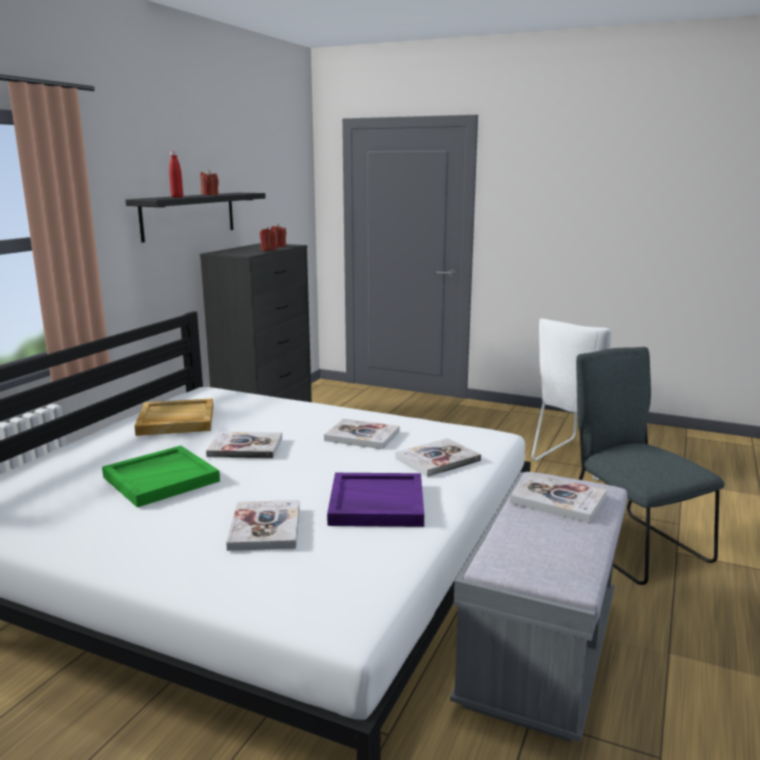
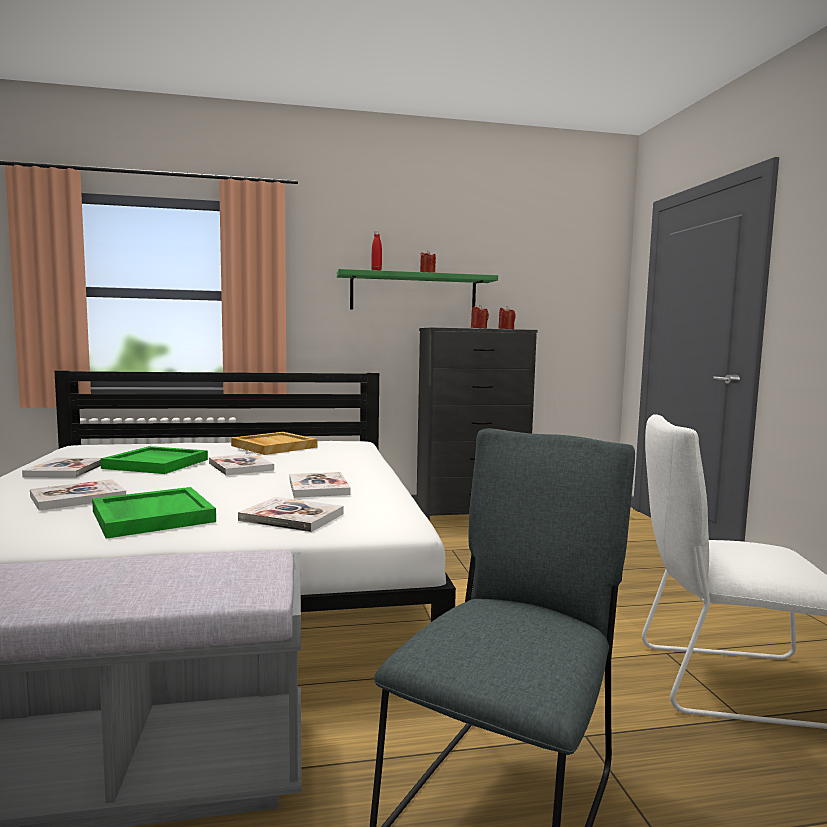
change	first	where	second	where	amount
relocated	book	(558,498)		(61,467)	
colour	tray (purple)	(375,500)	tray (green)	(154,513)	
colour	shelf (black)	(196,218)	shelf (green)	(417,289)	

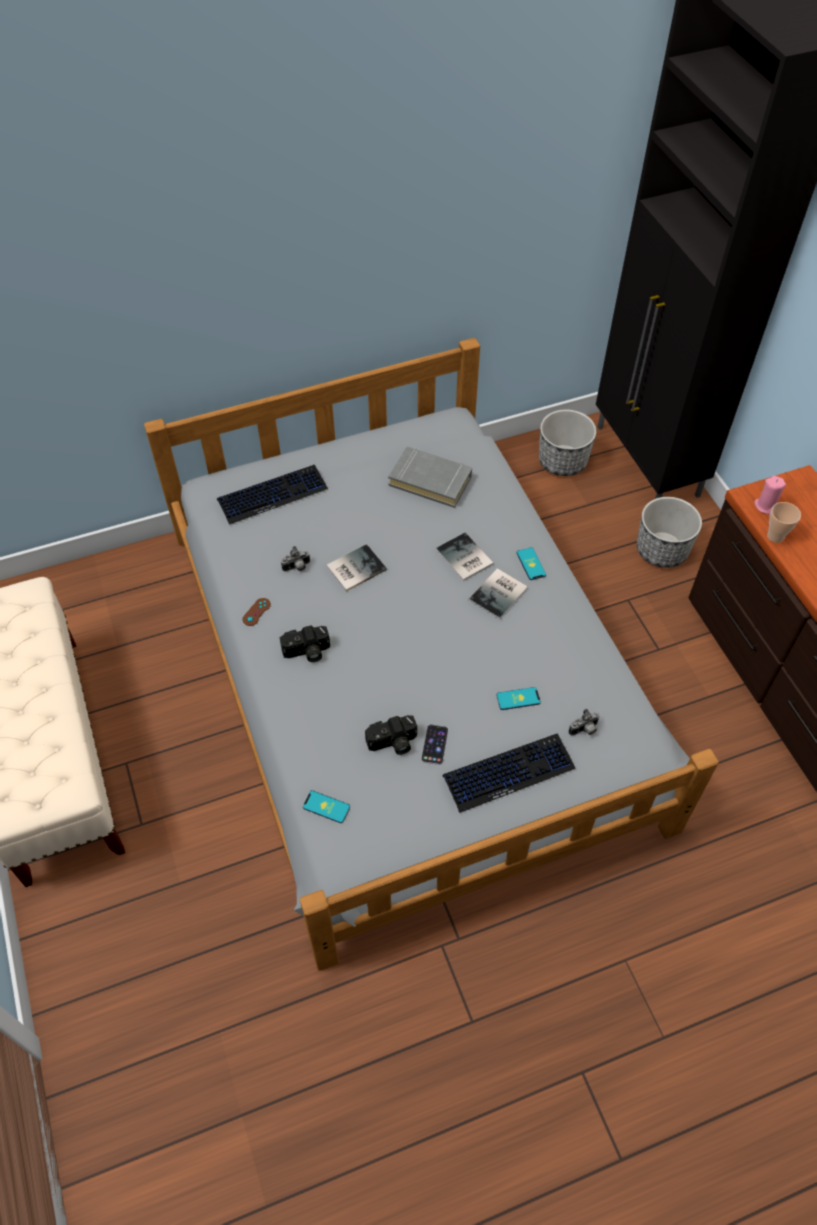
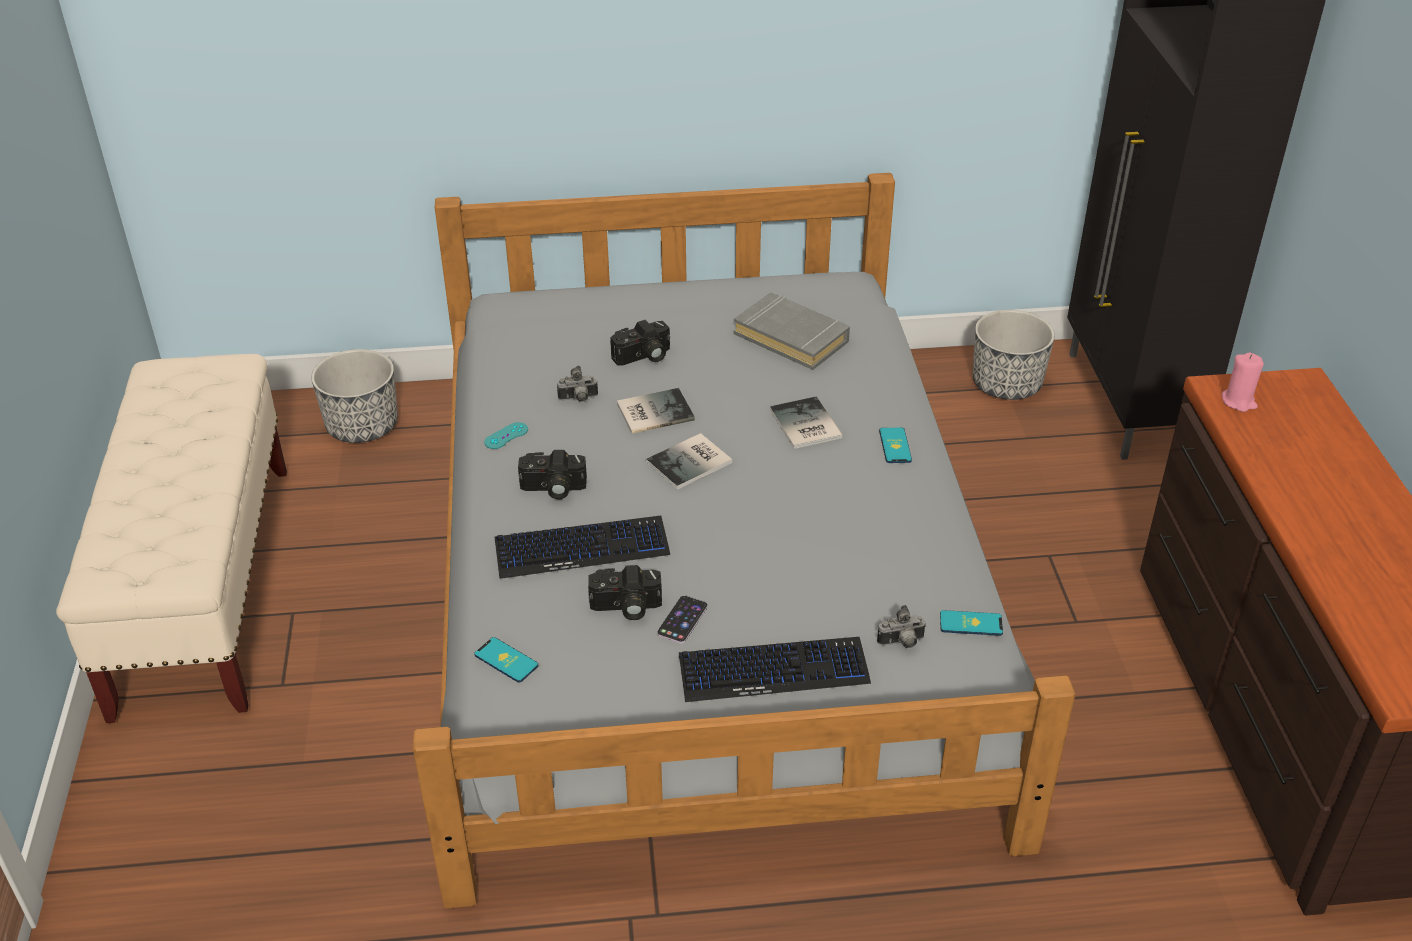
change	first	where	second	where	amount
relocated	planter	(669,532)		(354,396)	
colour	game controller (brown)	(256,612)	game controller (turquoise)	(506,435)	
relocated	keyboard	(272,495)		(582,547)	
appeared			photo camera	(640,342)	
relocated	book	(498,594)		(689,461)	
relocated	phone	(519,698)		(971,623)	
missing	cup	(784,522)			

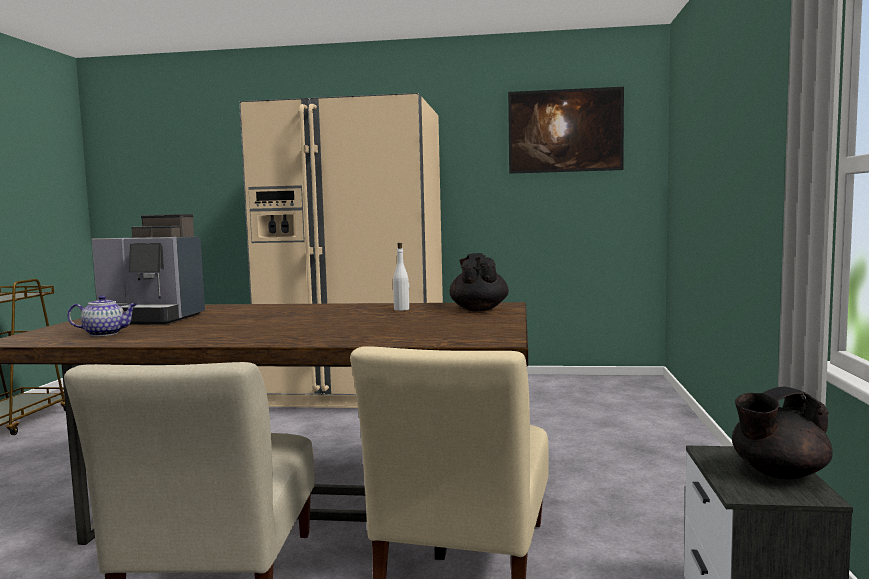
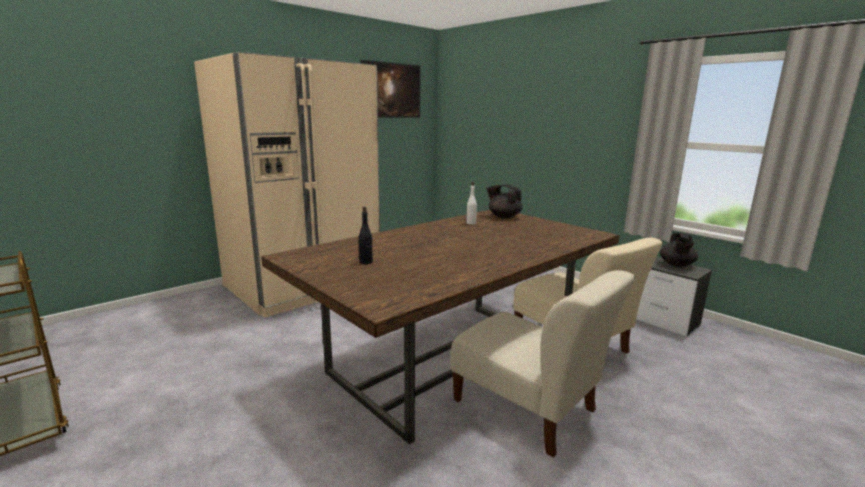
change	first	where	second	where	amount
exchanged	coffee machine	(148,269)	bottle (black)	(366,235)	
missing	teapot	(102,315)			

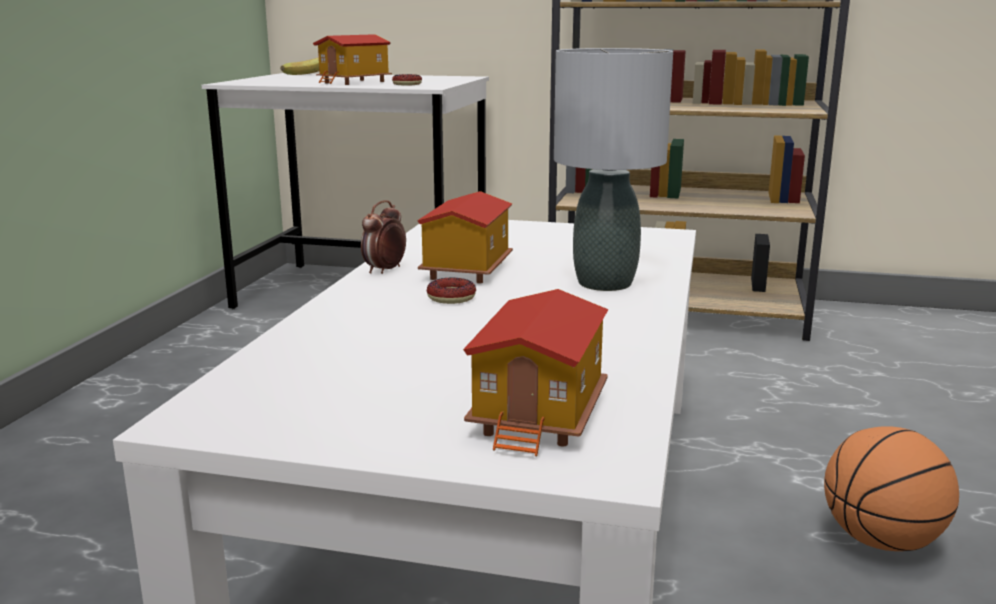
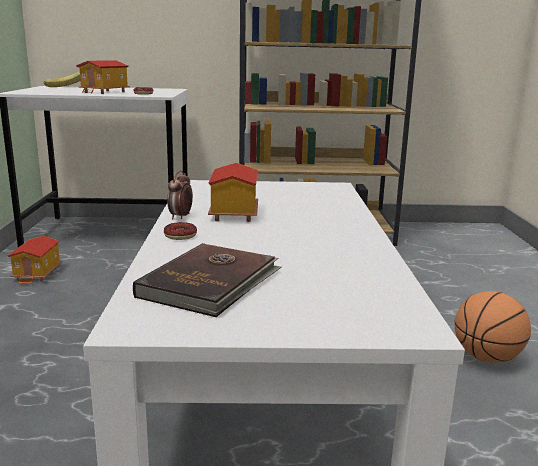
change	first	where	second	where	amount
relocated	toy house	(536,372)		(34,260)	
appeared			book (brown)	(207,280)	
relocated	donut	(451,291)		(180,231)	
missing	table lamp (grey)	(613,169)			

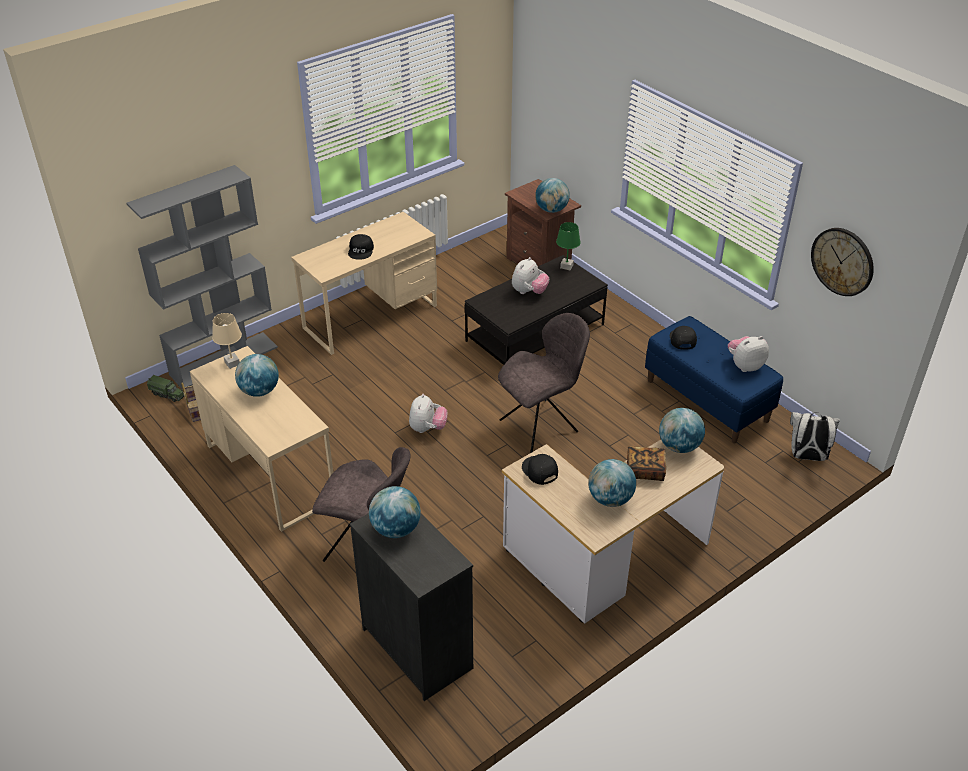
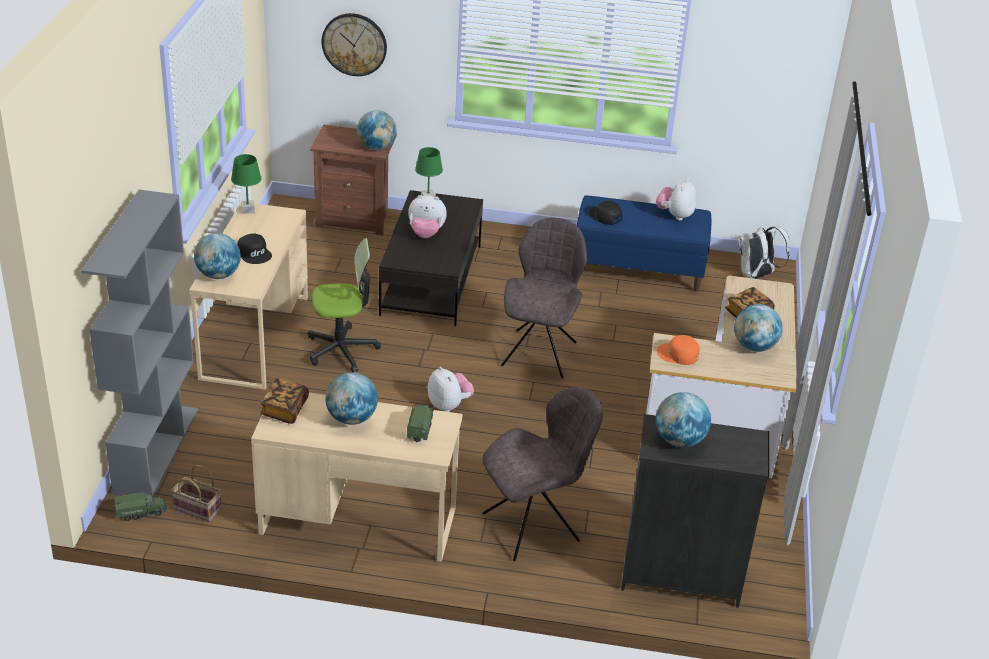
change	first	where	second	where	amount
relocated	globe	(682,430)		(217,256)	
appeared			table lamp (green)	(246,184)	
exchanged	table lamp (beige)	(227,341)	book	(284,401)	
appeared			office chair	(344,305)	
relocated	wall clock	(842,262)		(354,44)	
appeared			toy truck	(420,423)	
spun	plush toy	(530,275)		(427,216)	105 degrees clockwise
colour	cap (black)	(540,469)	cap (orange)	(678,350)	

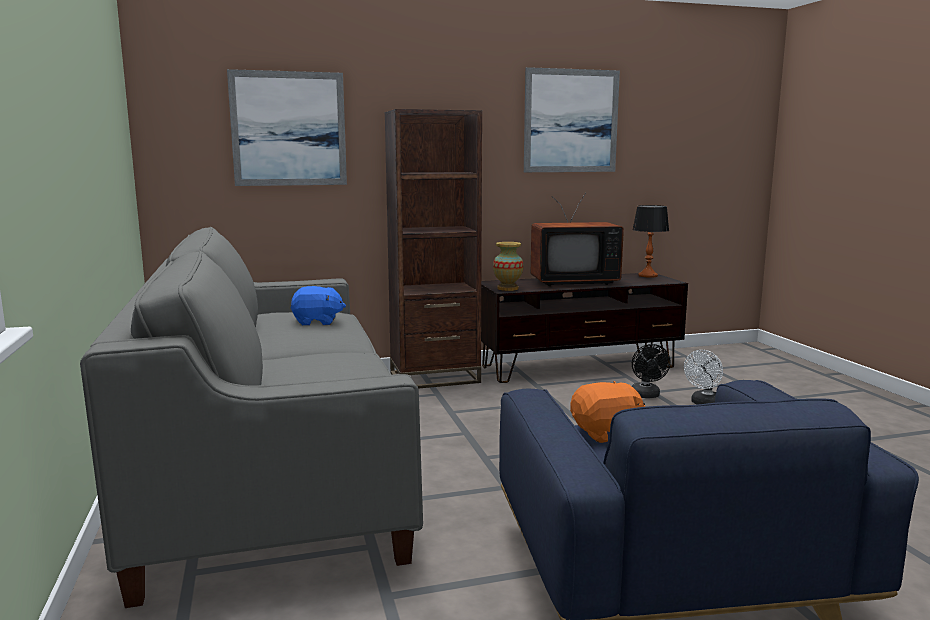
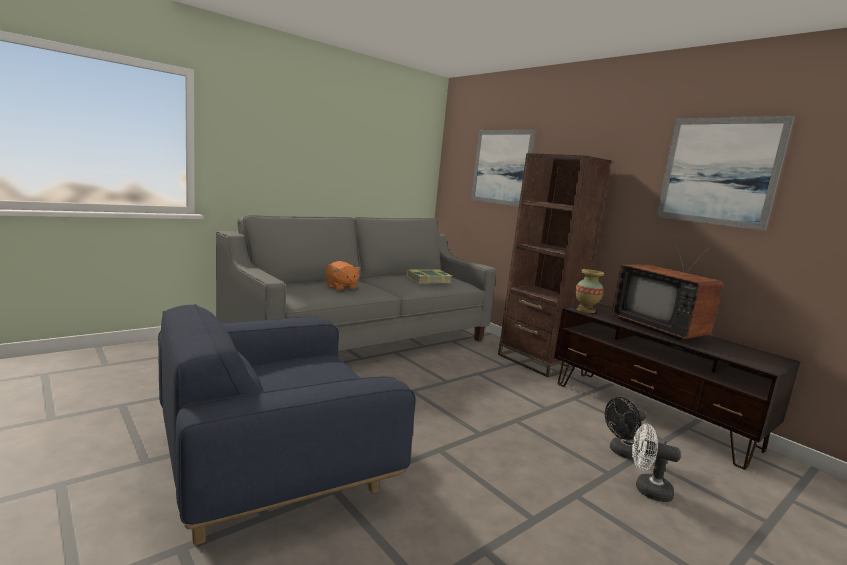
change	first	where	second	where	amount
relocated	plush toy (orange)	(607,412)		(343,276)	
exchanged	plush toy (blue)	(318,305)	book	(429,276)	
missing	table lamp	(650,241)			

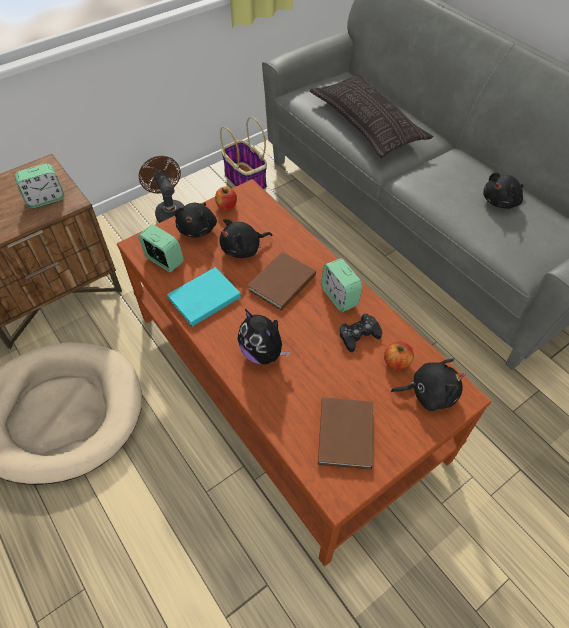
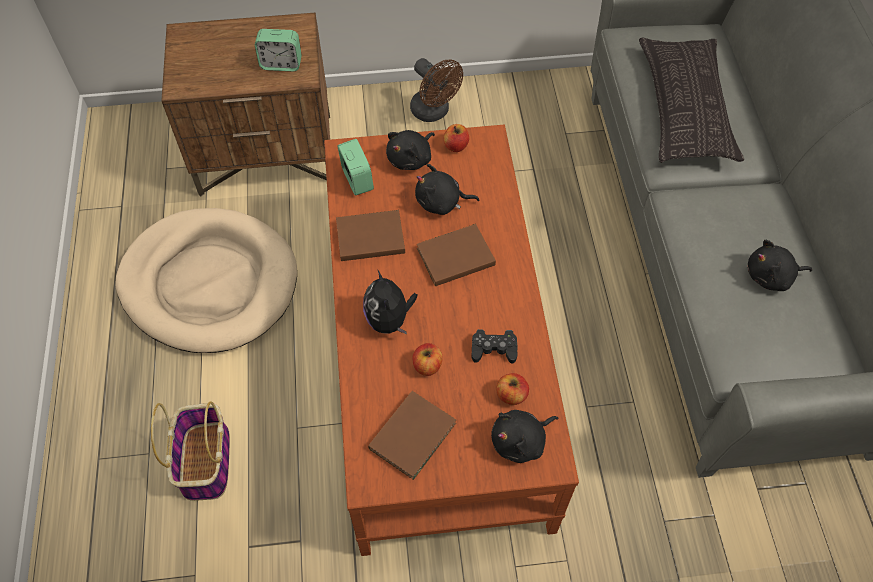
change	first	where	second	where	amount
relocated	basket	(243,153)		(190,451)	
colour	book (turquoise)	(204,297)	book (brown)	(370,235)	
spun	fan (brown)	(161,189)		(436,90)	135 degrees clockwise
appeared			apple	(427,359)	
spun	plush toy (black)	(428,384)		(524,436)	120 degrees clockwise
missing	alarm clock	(342,285)			

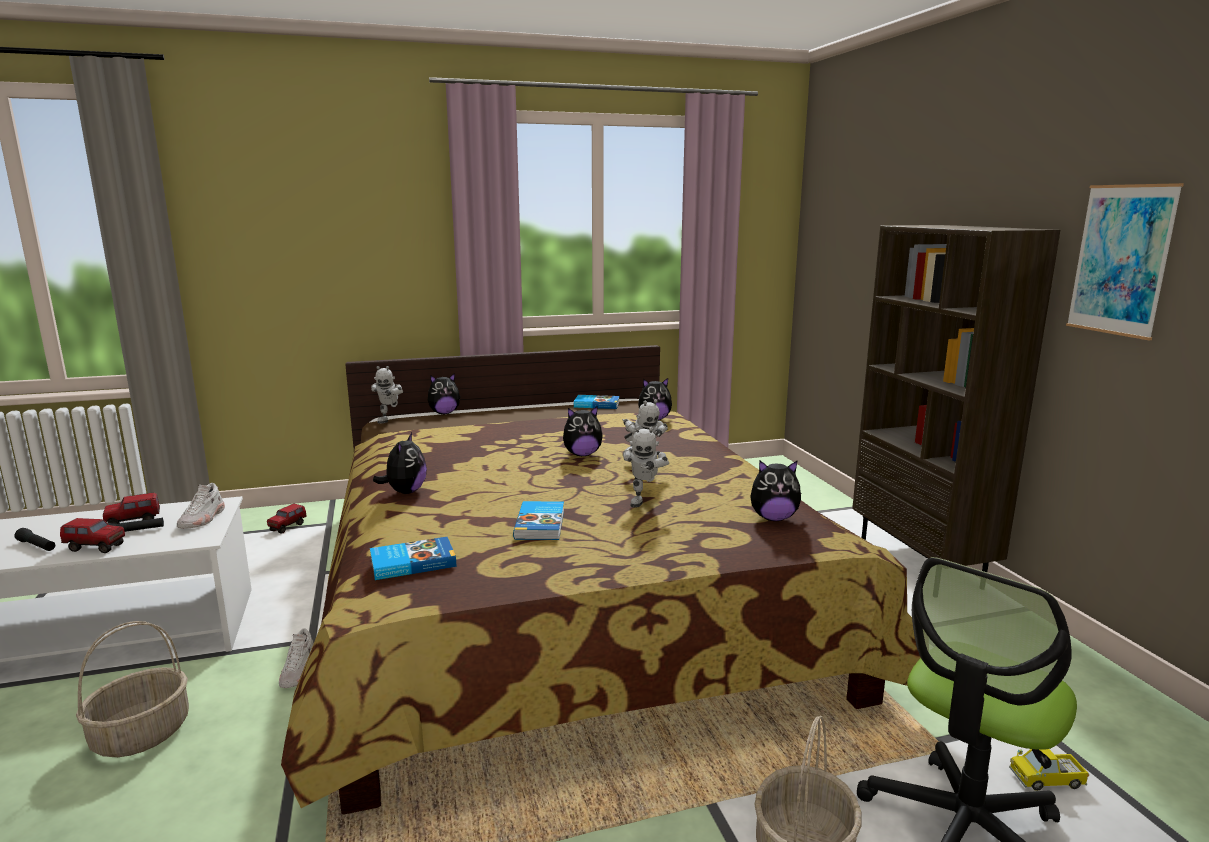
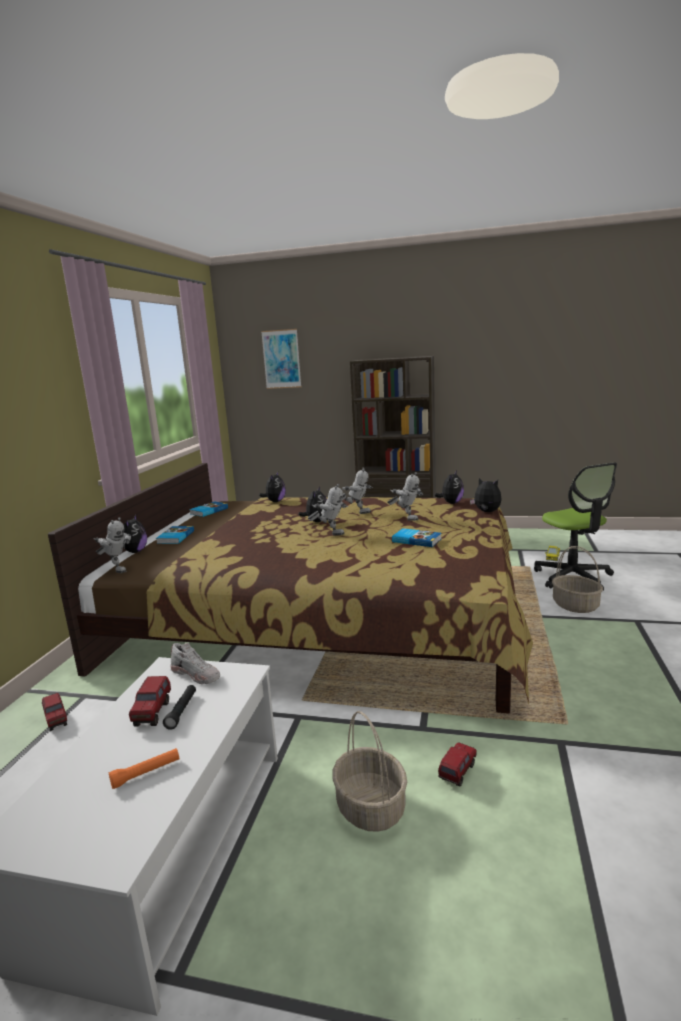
change	first	where	second	where	amount
colour	flashlight (black)	(34,539)	flashlight (orange)	(144,768)	
relocated	book	(413,558)		(175,535)	
relocated	picture	(1125,261)		(281,359)	
appeared			toy robot	(328,509)	
relocated	toy truck	(92,535)		(457,764)	
relocated	plush toy	(400,463)		(486,495)	
missing	shoe (white)	(296,658)			

